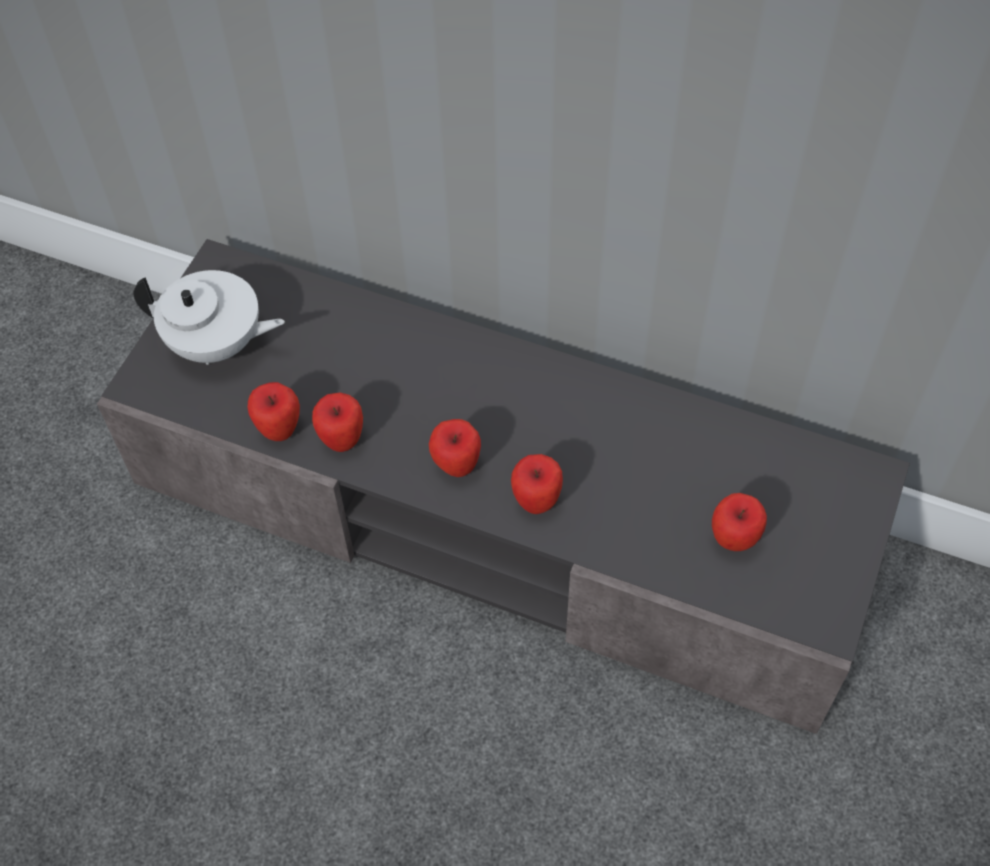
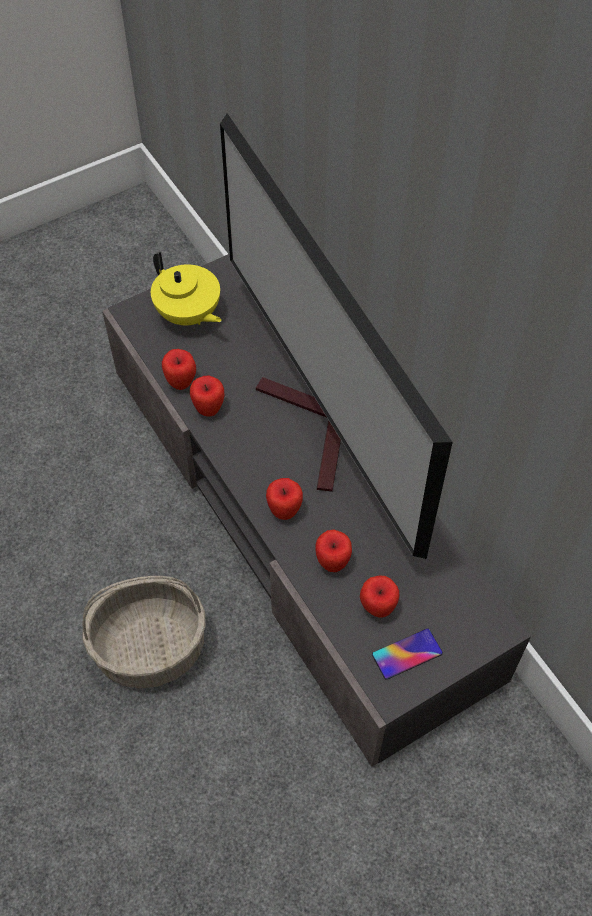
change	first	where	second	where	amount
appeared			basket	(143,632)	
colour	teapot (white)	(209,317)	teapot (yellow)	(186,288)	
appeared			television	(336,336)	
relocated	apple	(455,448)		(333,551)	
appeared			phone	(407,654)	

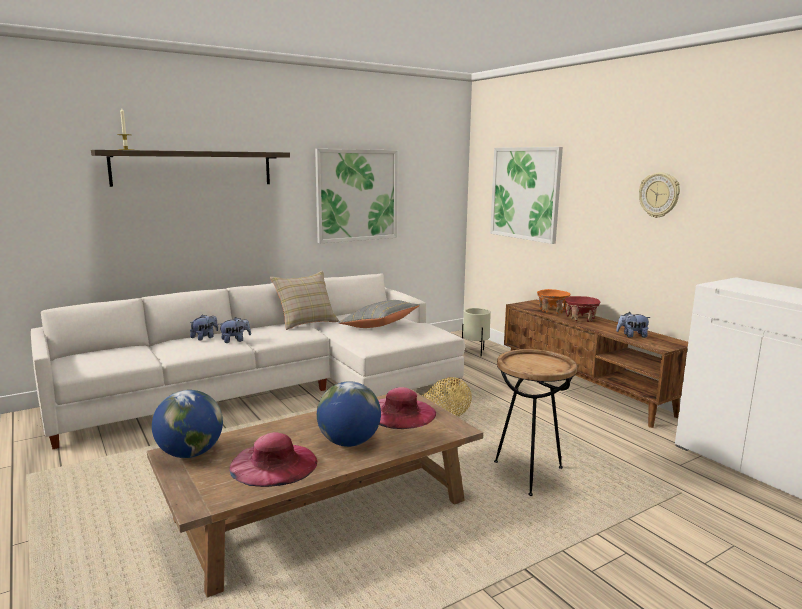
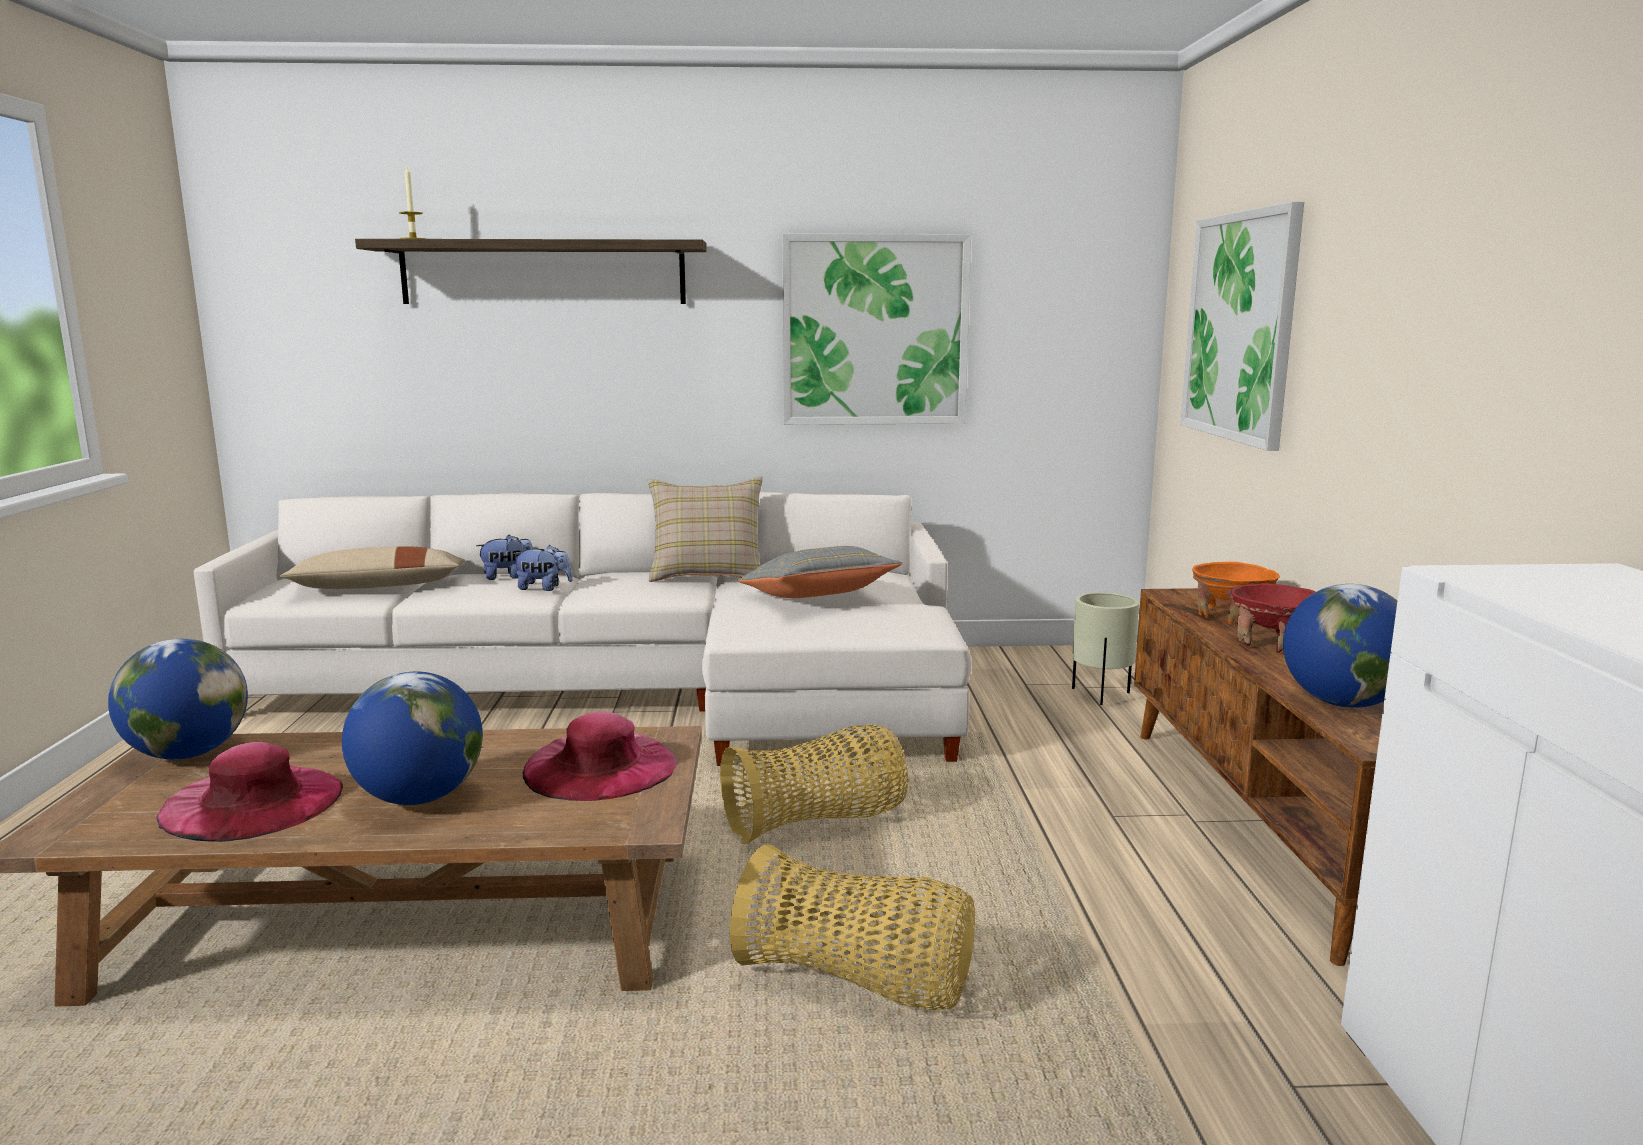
change	first	where	second	where	amount
appeared			pillow (beige)	(372,568)	
exchanged	side table (brown)	(535,422)	basket	(852,927)	
exchanged	plush toy	(633,325)	globe	(1340,646)	
missing	wall clock	(659,195)			

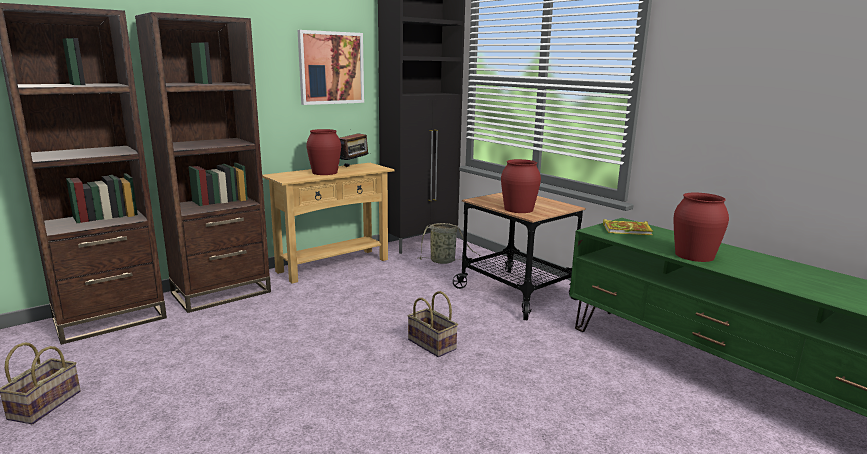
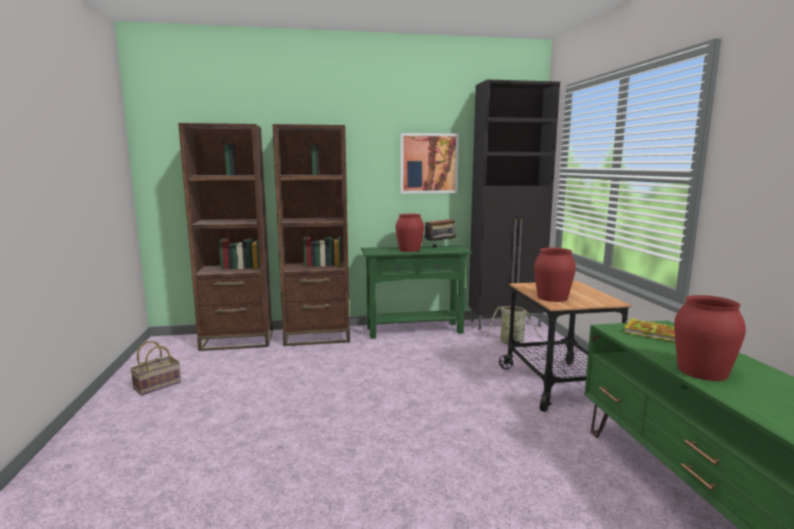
change	first	where	second	where	amount
colour	console table (beige)	(328,223)	console table (green)	(416,292)	
missing	basket	(433,324)			

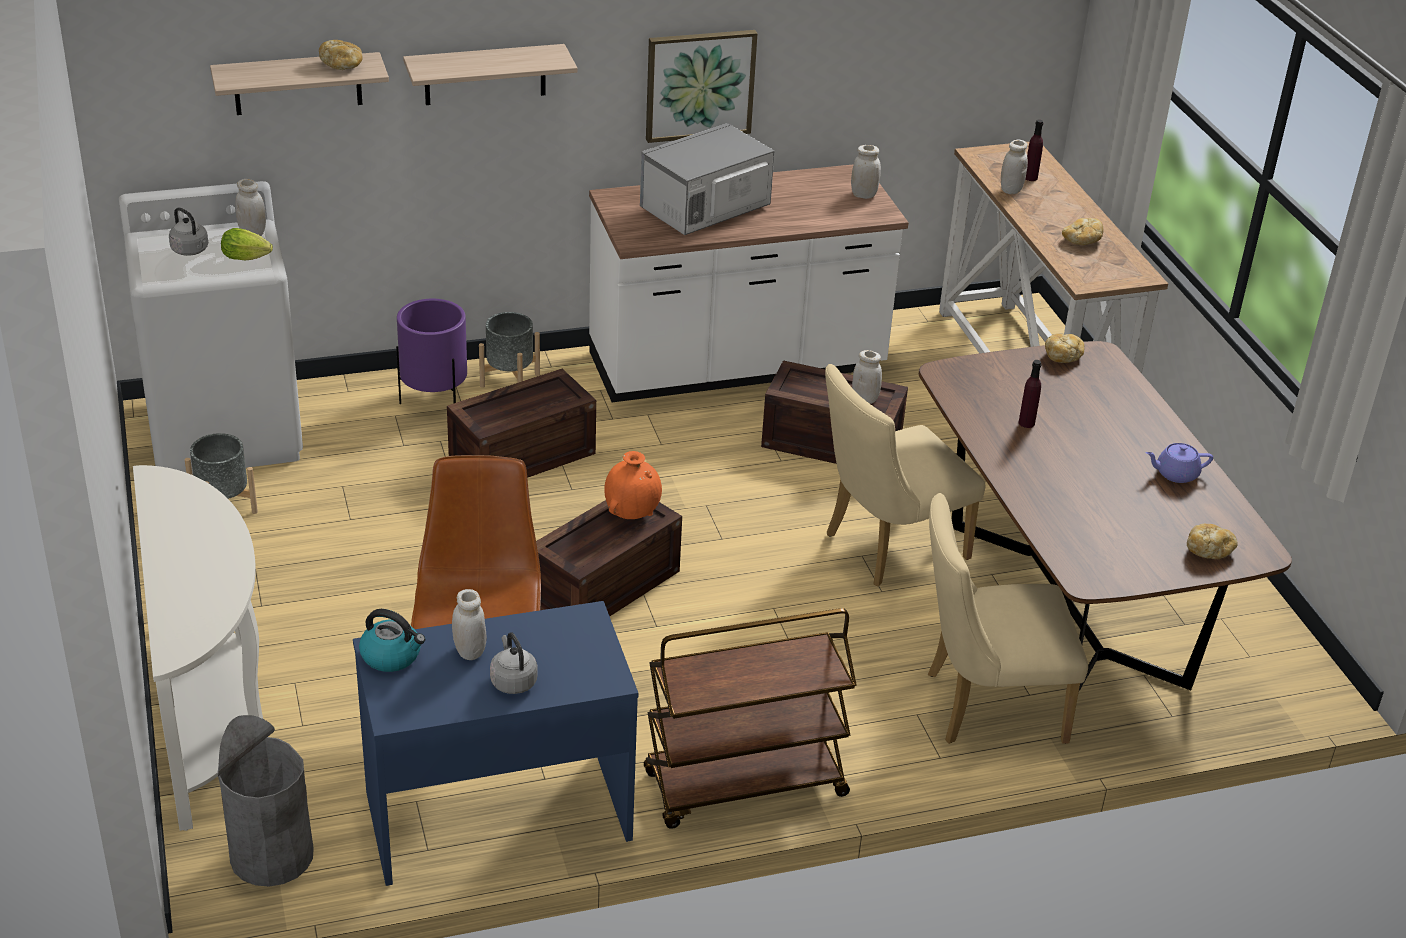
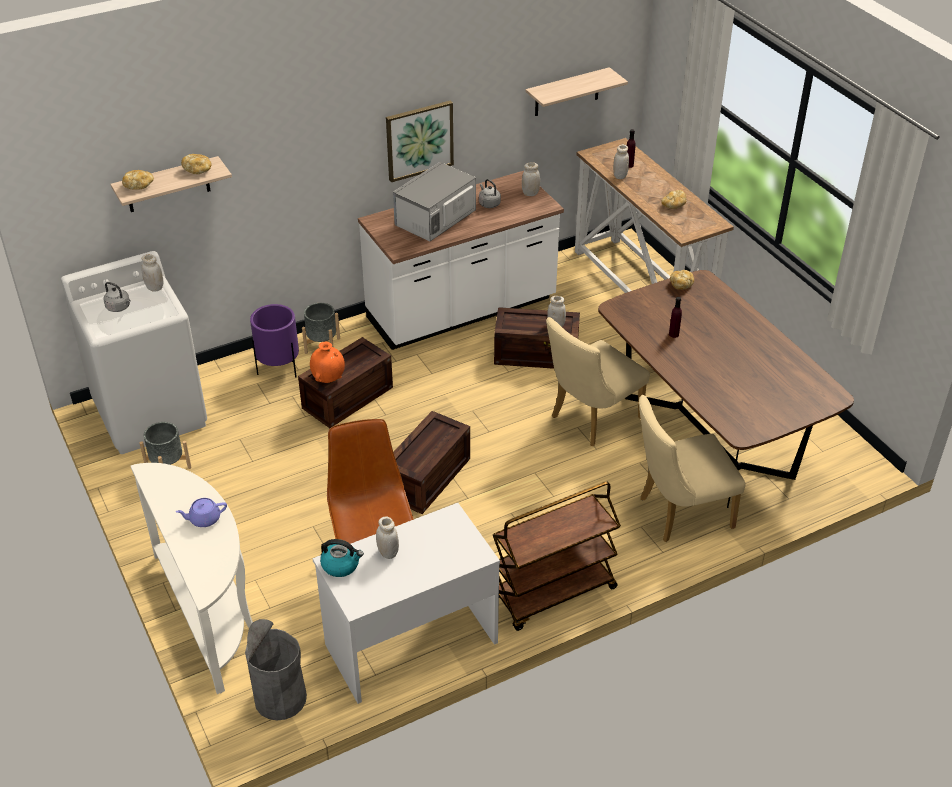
change	first	where	second	where	amount
relocated	bread	(1212,541)		(138,180)	
relocated	teapot (purple)	(1179,463)		(201,512)	
relocated	vase (orange)	(633,485)		(327,362)	
colour	desk (blue)	(495,743)	desk (white)	(406,603)	
relocated	kettle (grey)	(513,663)		(490,193)	
relocated	shelf	(490,74)		(576,91)	
missing	lettuce	(247,244)			

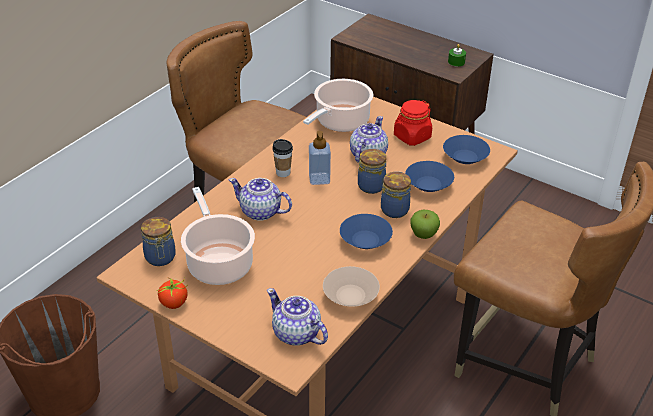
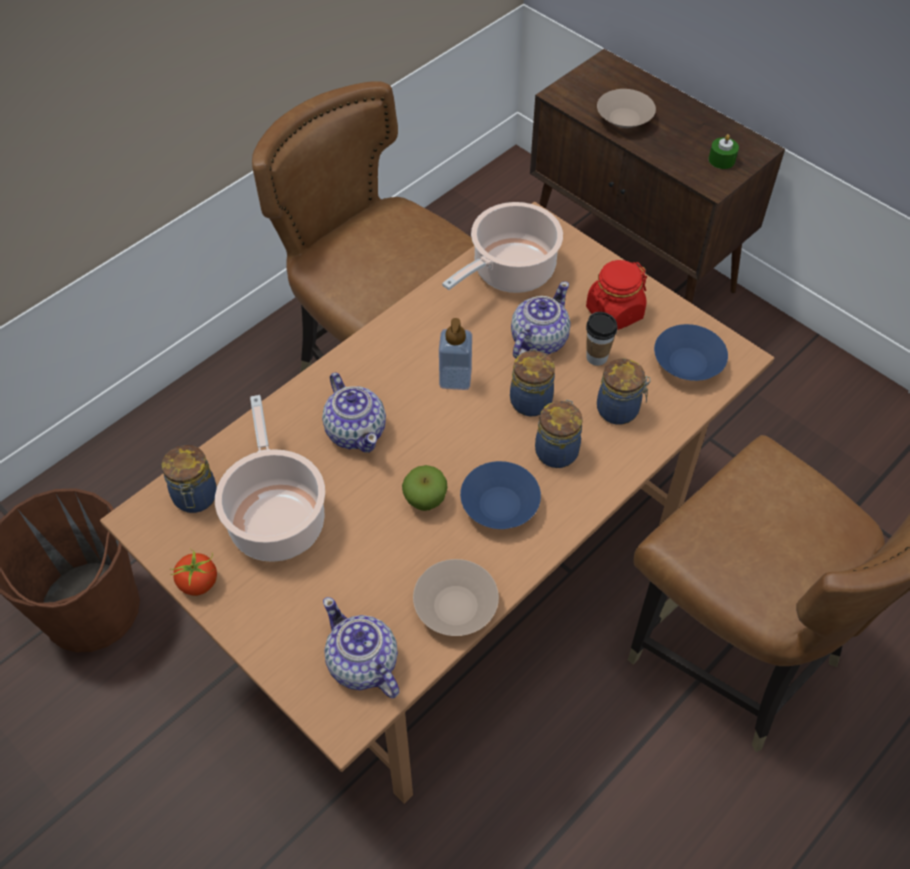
change	first	where	second	where	amount
spun	teapot	(260,199)		(354,412)	150 degrees counterclockwise
relocated	apple	(425,224)		(425,488)	
relocated	cup	(282,158)		(602,339)	
appeared			bowl (beige)	(626,108)	
exchanged	bowl (blue)	(429,176)	jar	(624,392)	

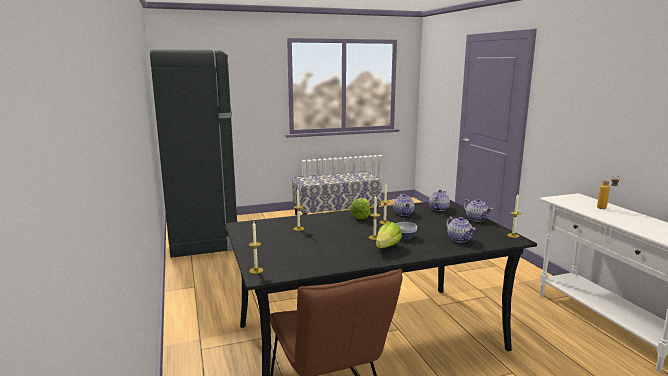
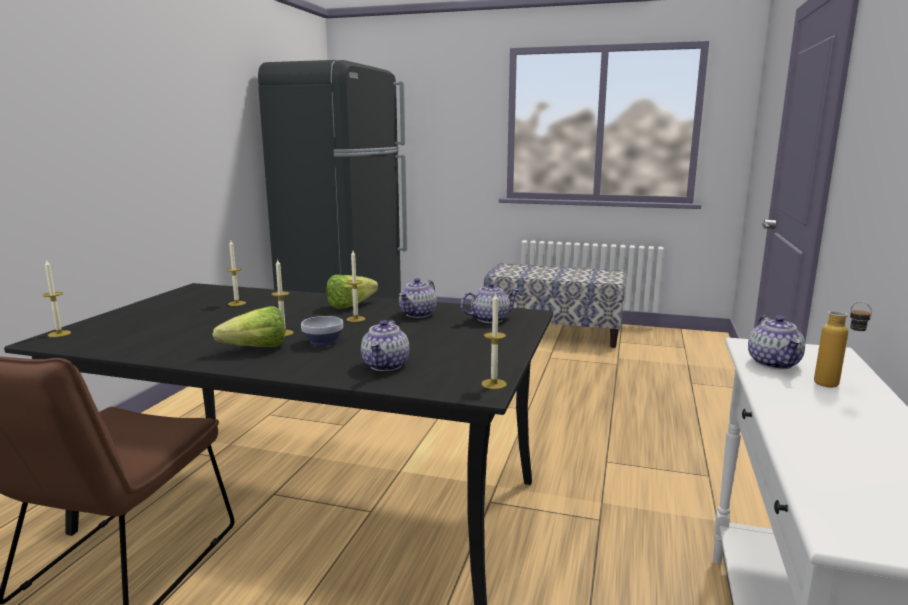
change	first	where	second	where	amount
relocated	teapot	(478,210)		(776,342)	

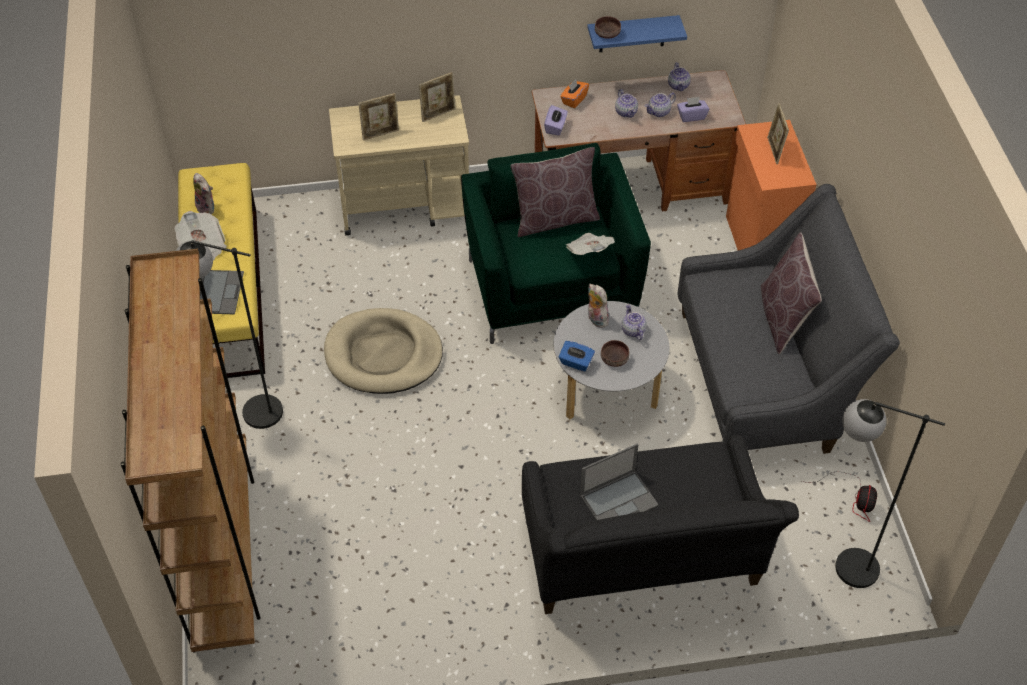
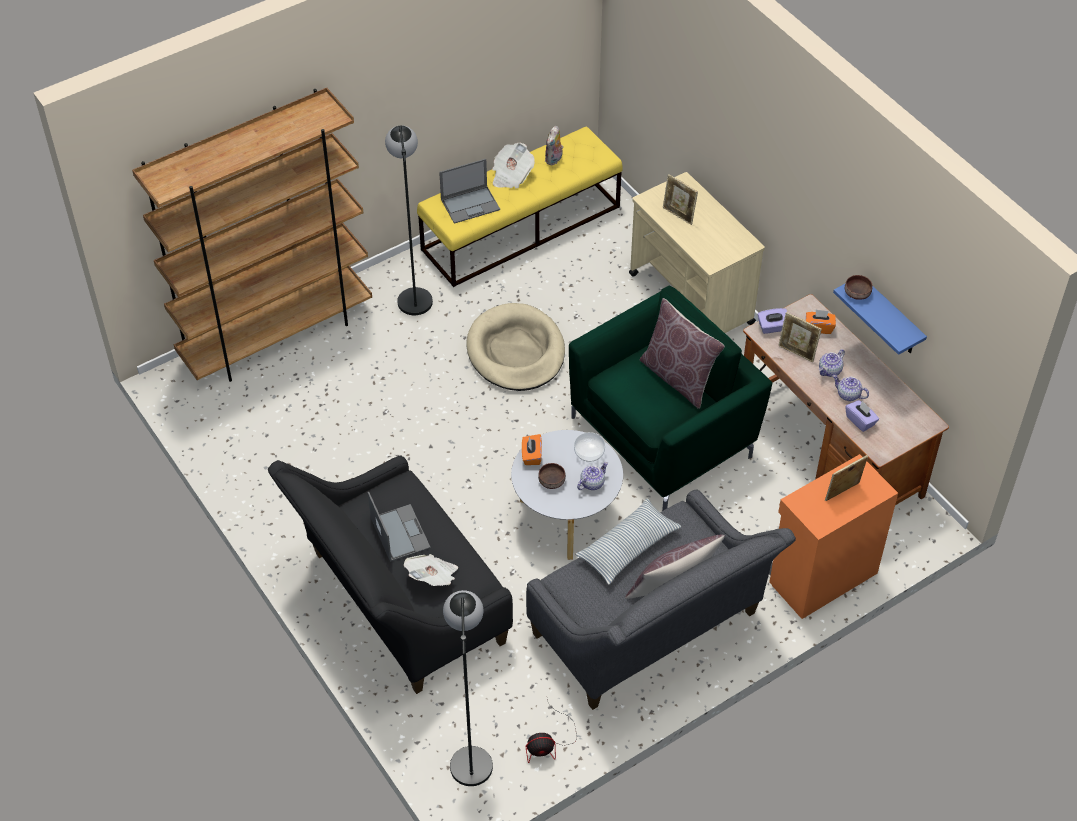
change	first	where	second	where	amount
spun	laptop	(619,481)		(399,527)	150 degrees counterclockwise
relocated	newspaper	(590,244)		(431,570)	
colour	tissue box (blue)	(576,356)	tissue box (orange)	(532,449)	
exchanged	plush toy	(598,306)	bowl	(589,447)	
appeared			pillow	(628,541)	
relocated	picture frame	(437,97)		(800,337)	
missing	teapot	(679,76)			

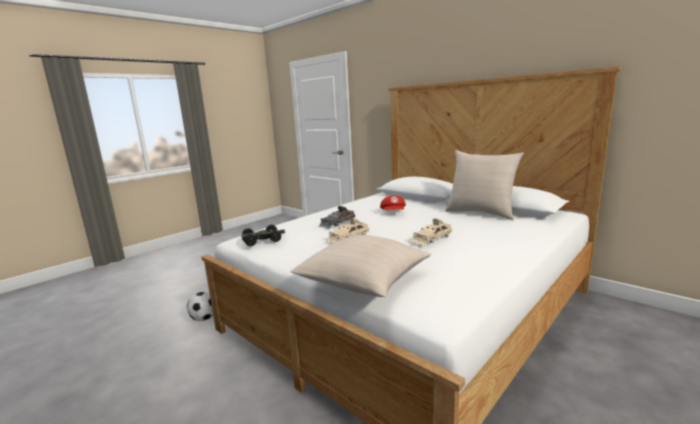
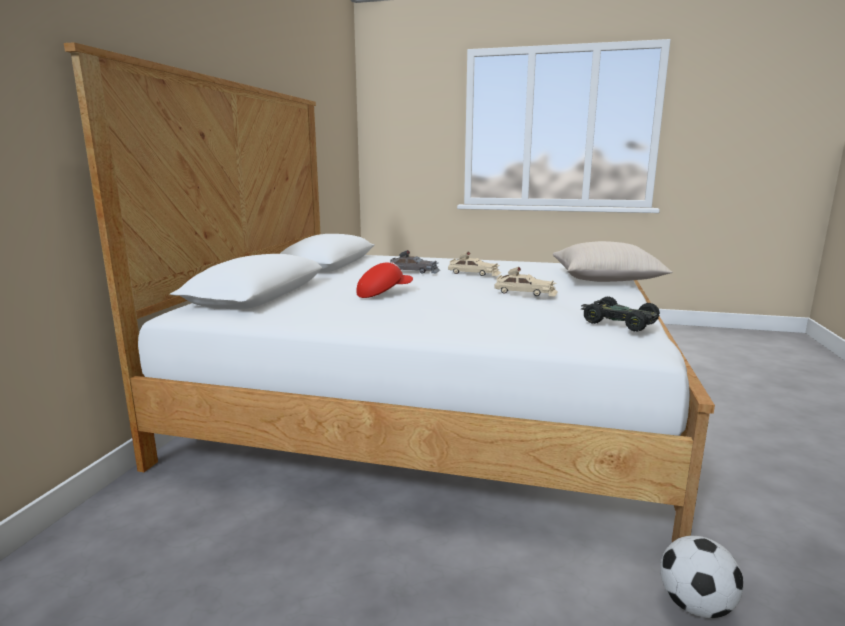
change	first	where	second	where	amount
relocated	toy car (grey)	(337,217)		(415,262)	
missing	pillow (beige)	(484,185)			

